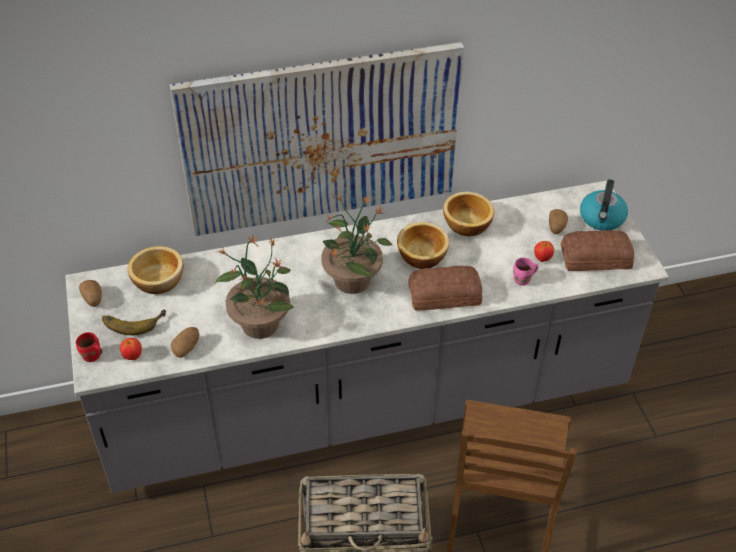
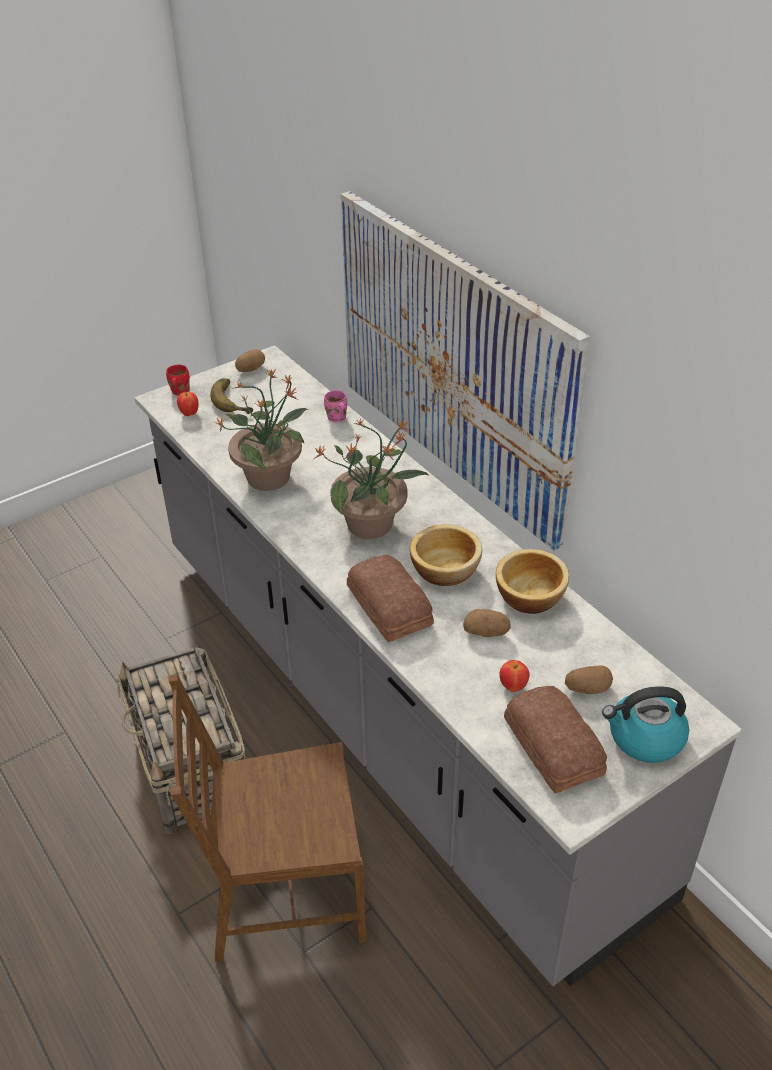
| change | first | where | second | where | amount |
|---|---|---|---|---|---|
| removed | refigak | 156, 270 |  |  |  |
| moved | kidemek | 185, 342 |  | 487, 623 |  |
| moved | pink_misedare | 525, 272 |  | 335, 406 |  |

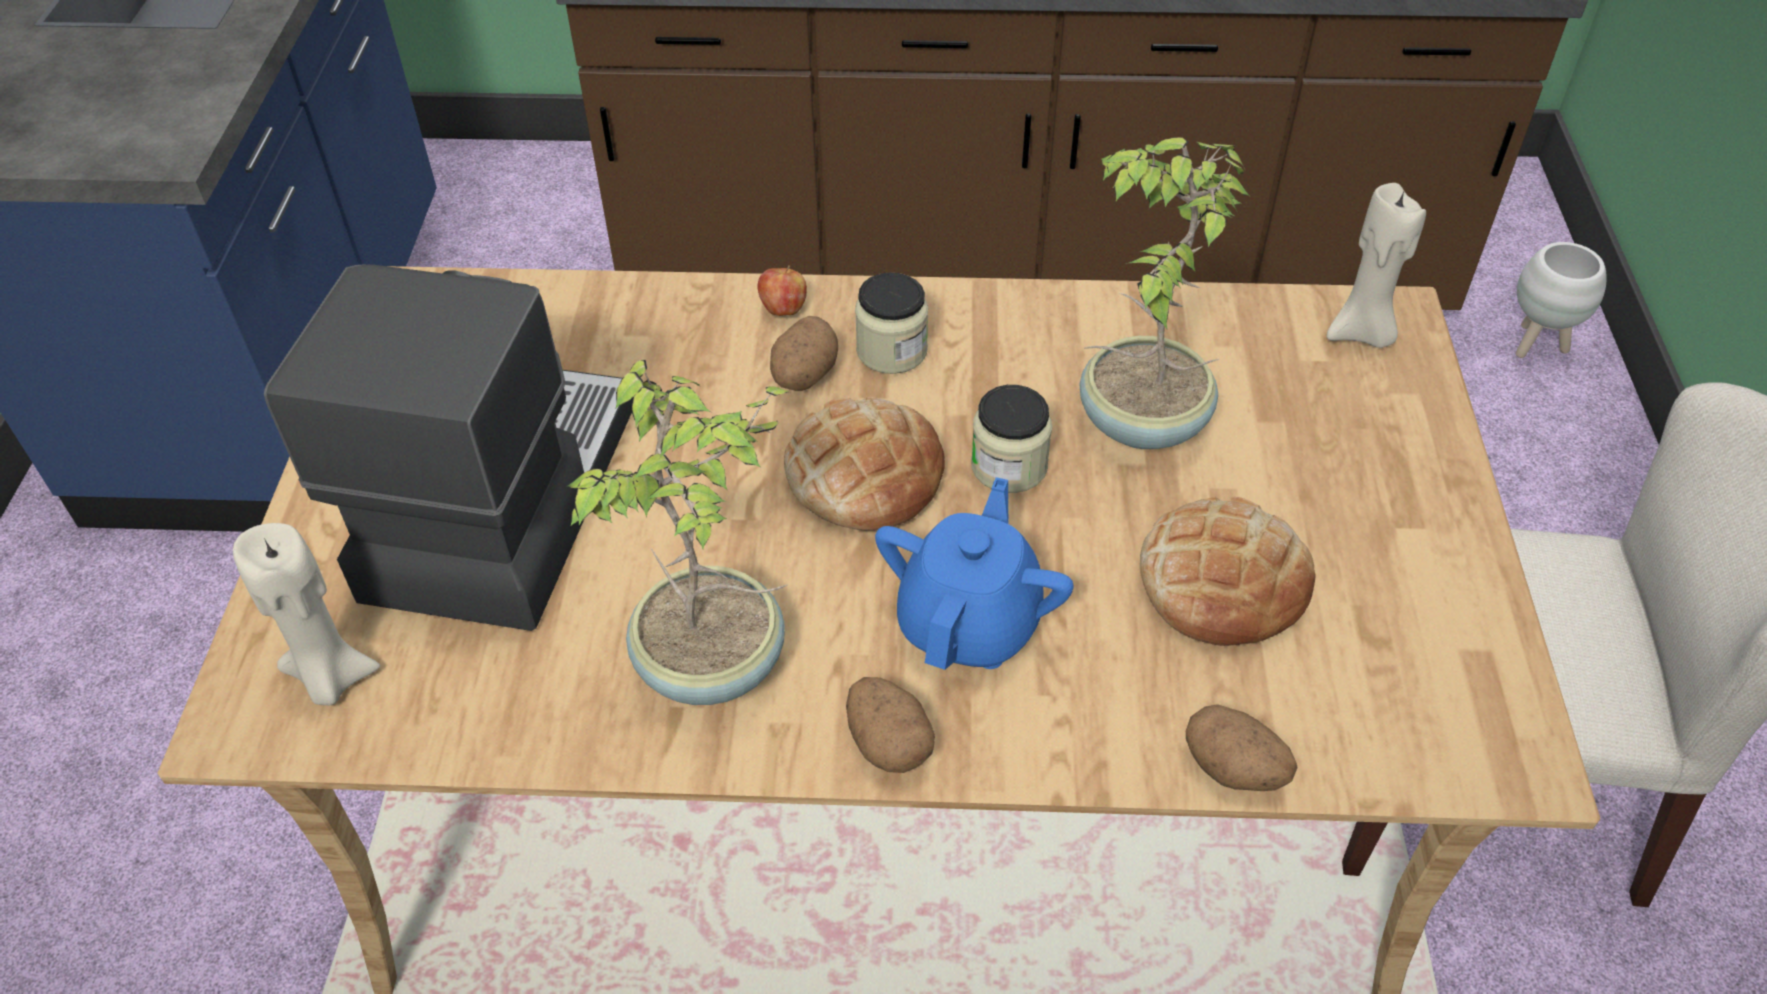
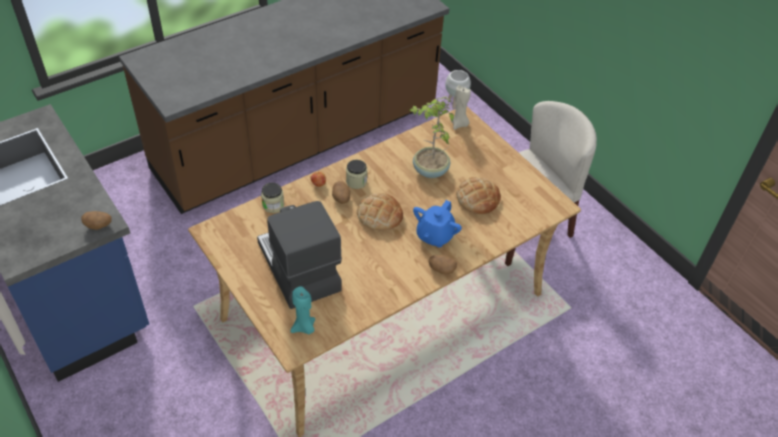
| change | first | where | second | where | amount |
|---|---|---|---|---|---|
| recoloured | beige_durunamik | 306, 614 | turquoise_durunamik | 303, 310 |  |
| removed | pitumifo | 678, 532 |  |  |  |
| turned | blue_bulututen | 974, 573 |  | 437, 224 | 135 degrees counterclockwise |
| moved | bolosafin | 1011, 439 |  | 272, 198 |  |
| moved | kidemek | 1242, 747 |  | 96, 220 |  |

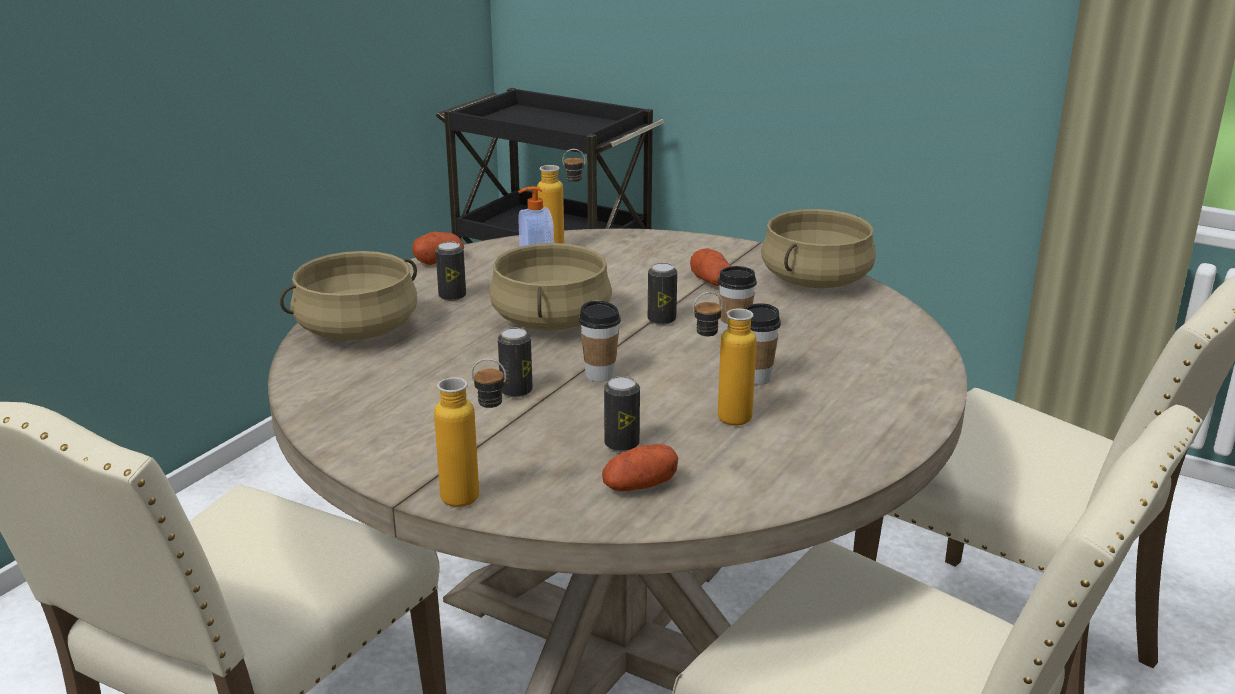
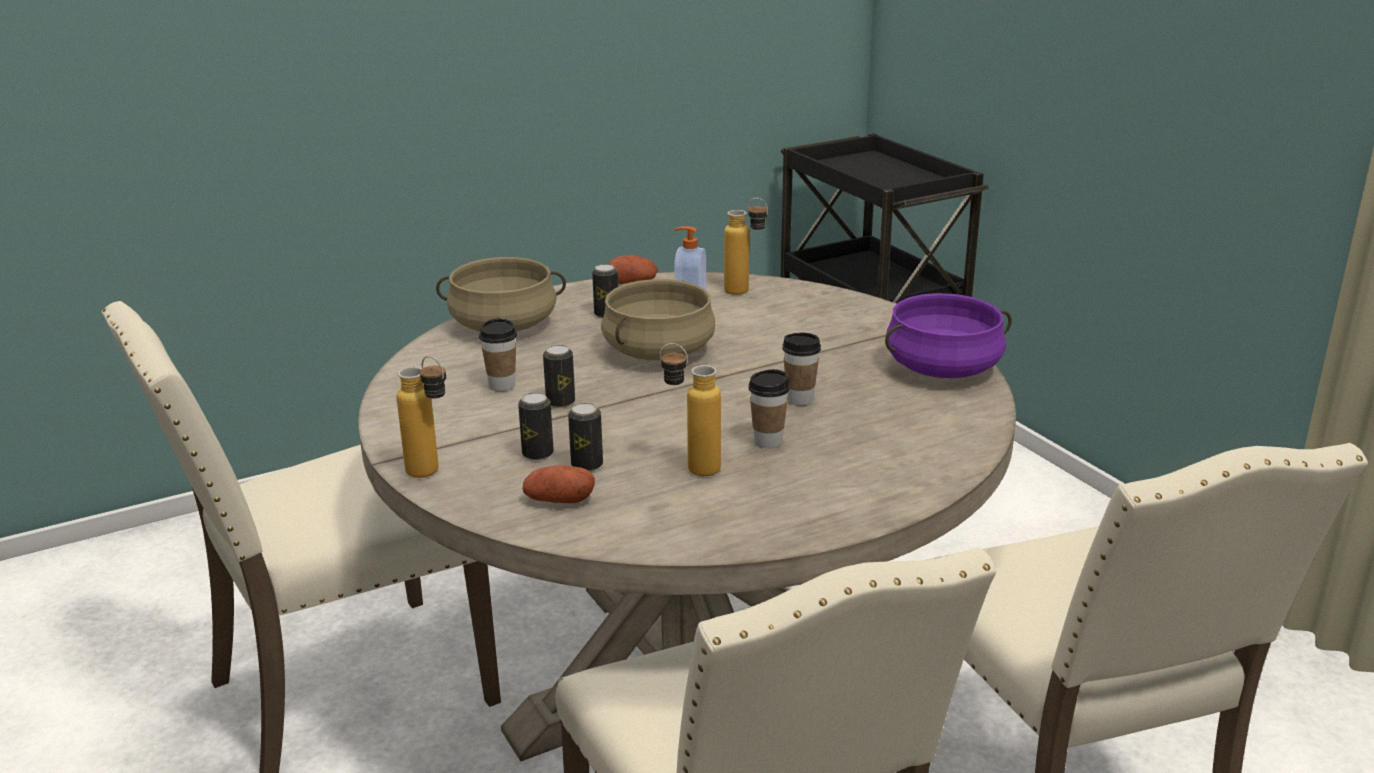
| change | first | where | second | where | amount |
|---|---|---|---|---|---|
| moved | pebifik | 600, 341 |  | 498, 354 |  |
| moved | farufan | 662, 294 |  | 536, 426 |  |
| removed | kidemek | 710, 267 |  |  |  |
| recoloured | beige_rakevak | 818, 248 | purple_rakevak | 948, 335 |  |

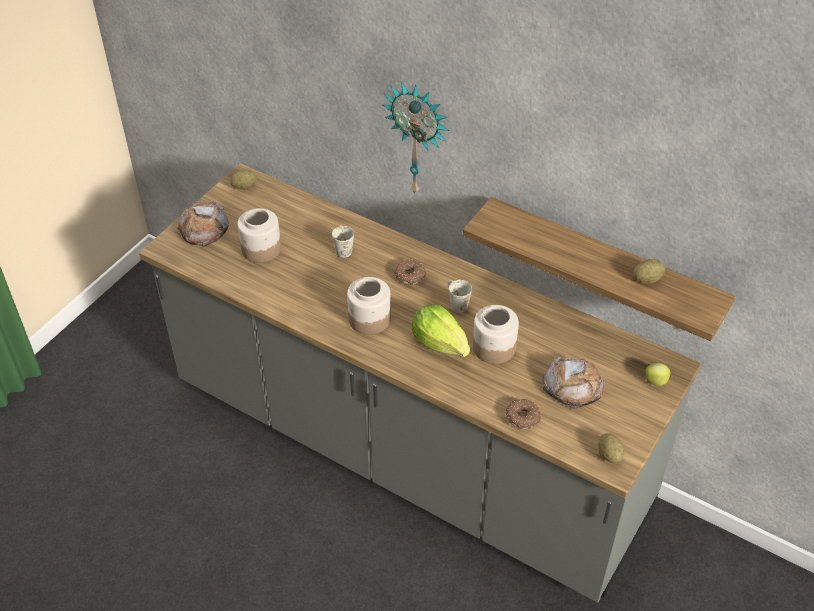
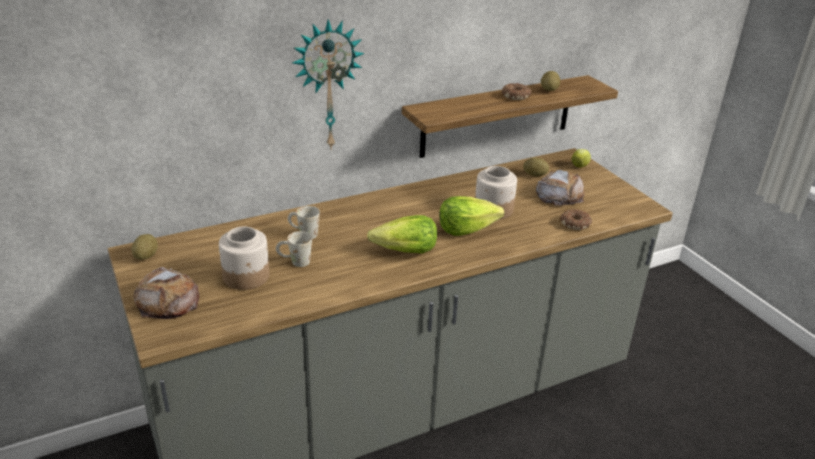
| change | first | where | second | where | amount |
|---|---|---|---|---|---|
| replaced | bolosafin | 369, 306 | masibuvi | 402, 234 |  |
| moved | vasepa | 410, 272 |  | 517, 91 |  |
| moved | white_misedare | 460, 296 |  | 294, 249 |  |
| moved | kidemek | 611, 448 |  | 536, 167 |  |

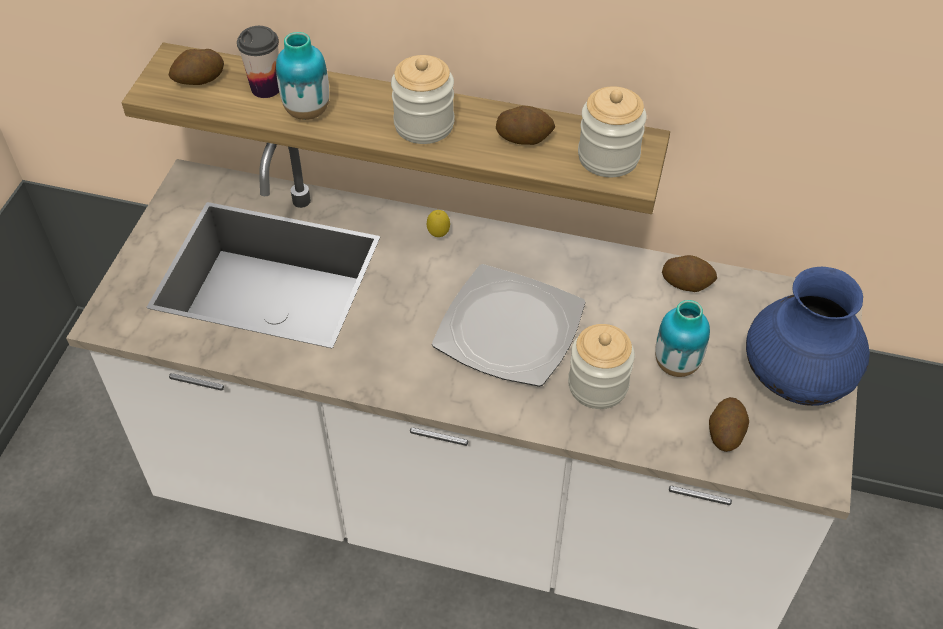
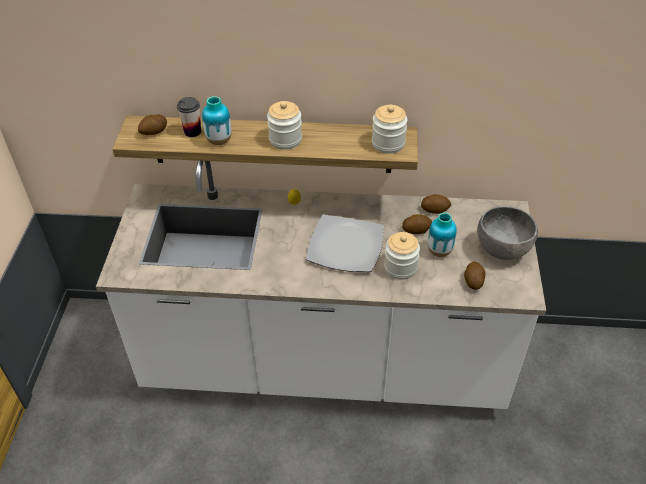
| change | first | where | second | where | amount |
|---|---|---|---|---|---|
| moved | kidemek | 525, 125 |  | 417, 224 |  |
| replaced | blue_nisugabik | 808, 336 | grey_refigak | 507, 233 |  |

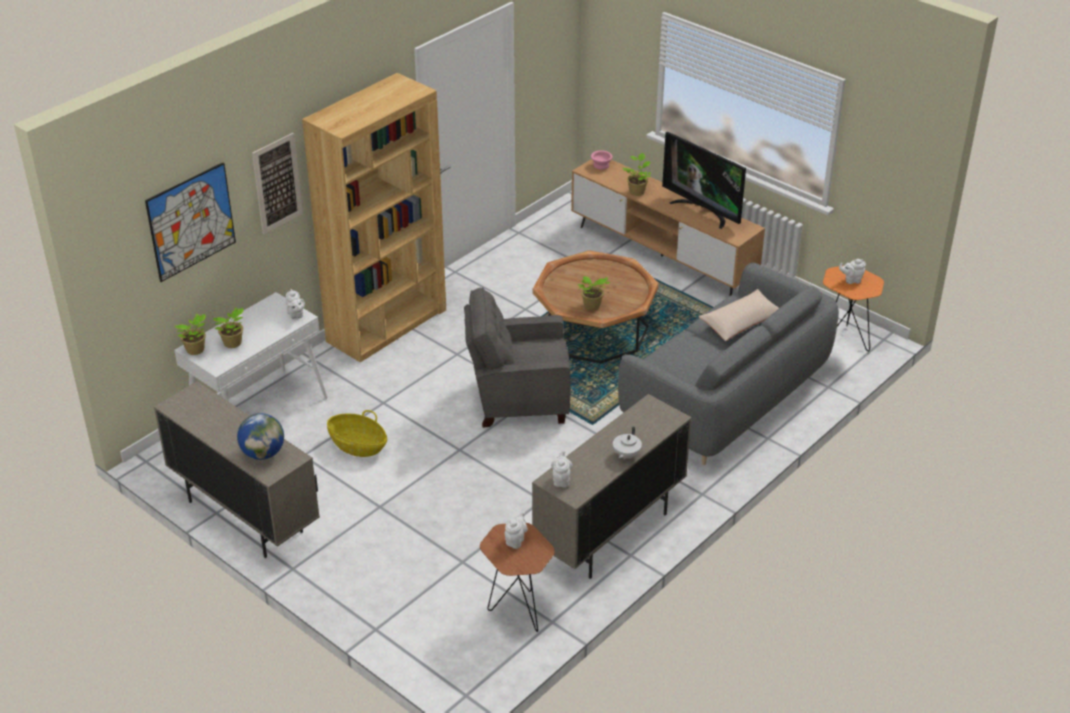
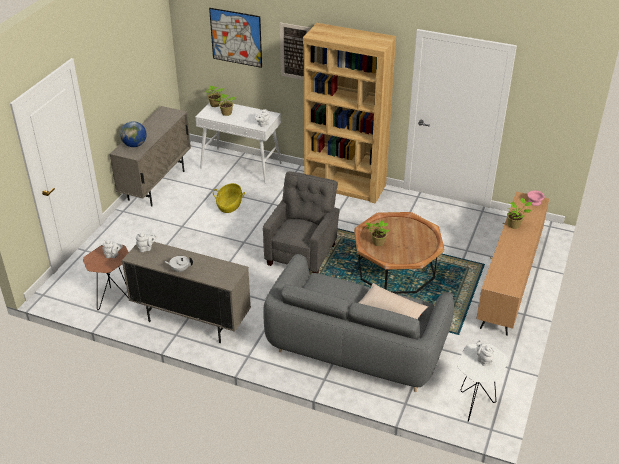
| change | first | where | second | where | amount |
|---|---|---|---|---|---|
| turned | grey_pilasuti | 517, 357 |  | 301, 222 | 45 degrees clockwise |
| removed | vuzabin | 704, 180 |  |  |  |
| recoloured | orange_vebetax | 853, 308 | white_vebetax | 482, 382 |  |

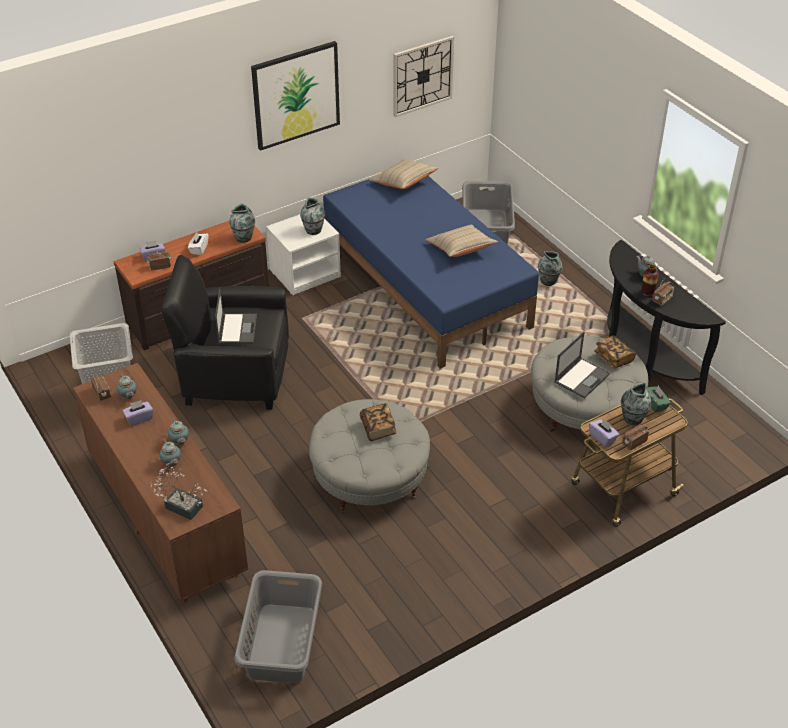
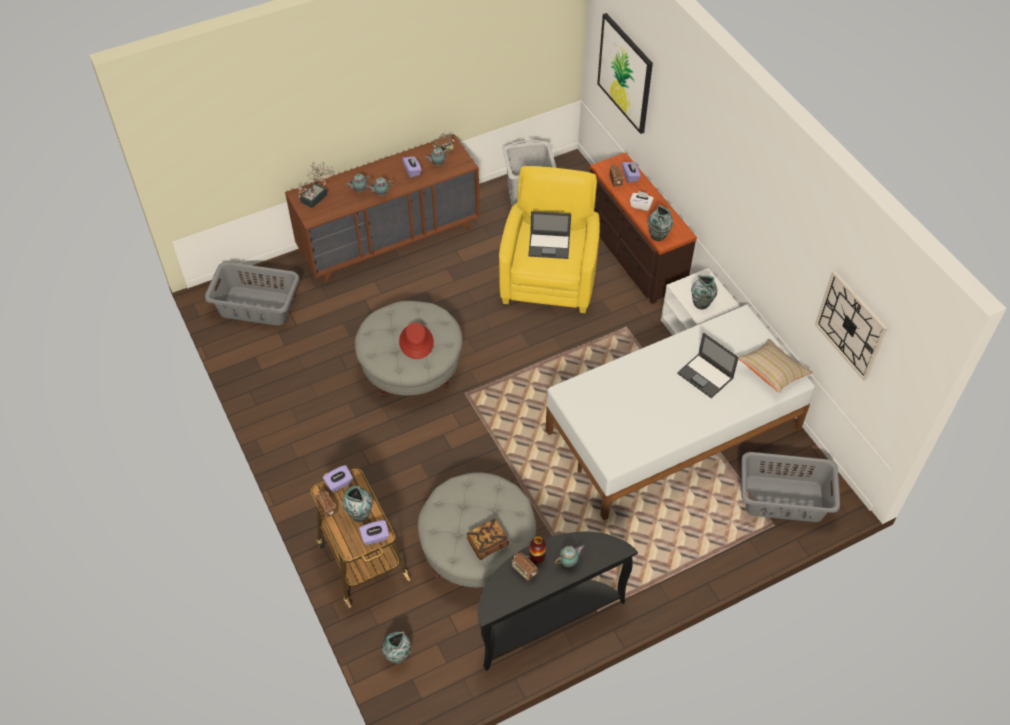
| change | first | where | second | where | amount |
|---|---|---|---|---|---|
| recoloured | black_pilasuti | 225, 332 | yellow_pilasuti | 549, 239 |  |
| moved | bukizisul | 295, 96 |  | 625, 73 |  |
| recoloured | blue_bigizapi | 431, 272 | white_bigizapi | 680, 412 |  |
| replaced | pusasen | 378, 422 | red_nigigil | 416, 340 |  |
| removed | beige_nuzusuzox | 461, 241 |  |  |  |
| moved | nisugabik | 550, 268 |  | 396, 647 |  |
| moved | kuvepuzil | 582, 365 |  | 708, 365 |  |
| recoloured | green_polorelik | 659, 399 | purple_polorelik | 374, 532 |  |

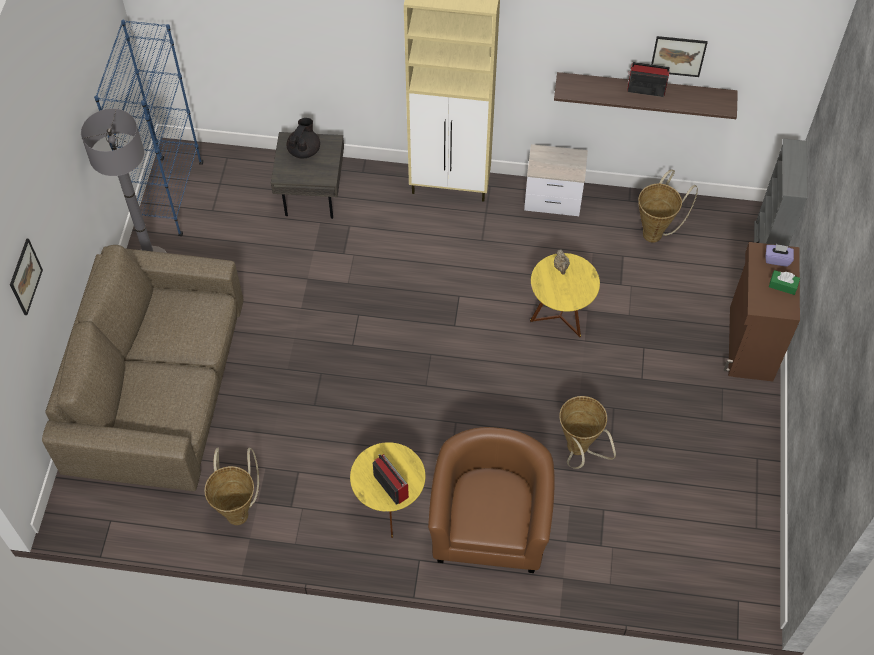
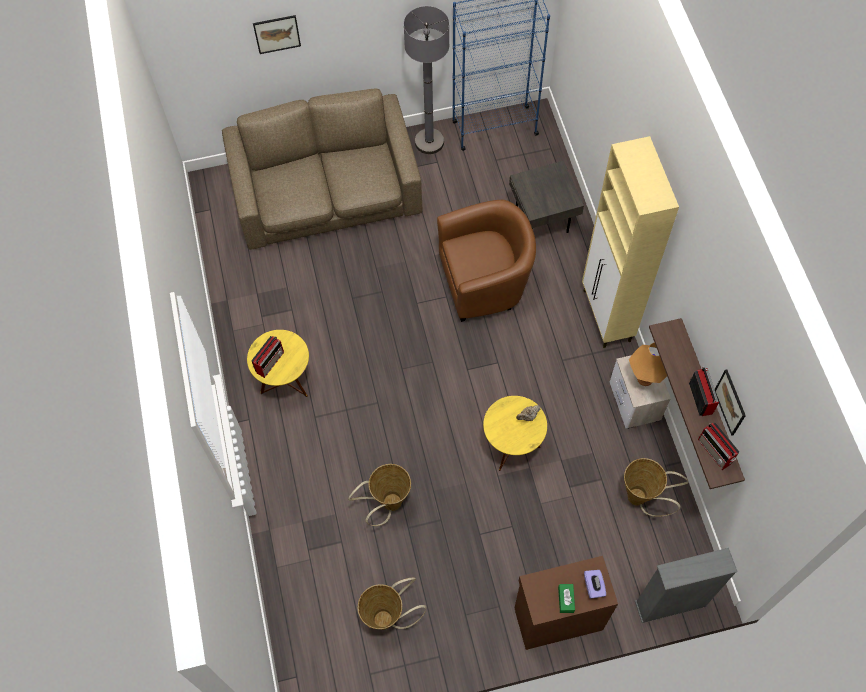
| change | first | where | second | where | amount |
|---|---|---|---|---|---|
| moved | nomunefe | 231, 486 |  | 392, 603 |  |
| removed | black_bulututen | 303, 138 |  |  |  |
| moved | brown_pilasuti | 491, 500 |  | 486, 261 |  |
| added |  |  | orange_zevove | 648, 364 |  |
| added |  |  | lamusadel | 718, 446 |  |

